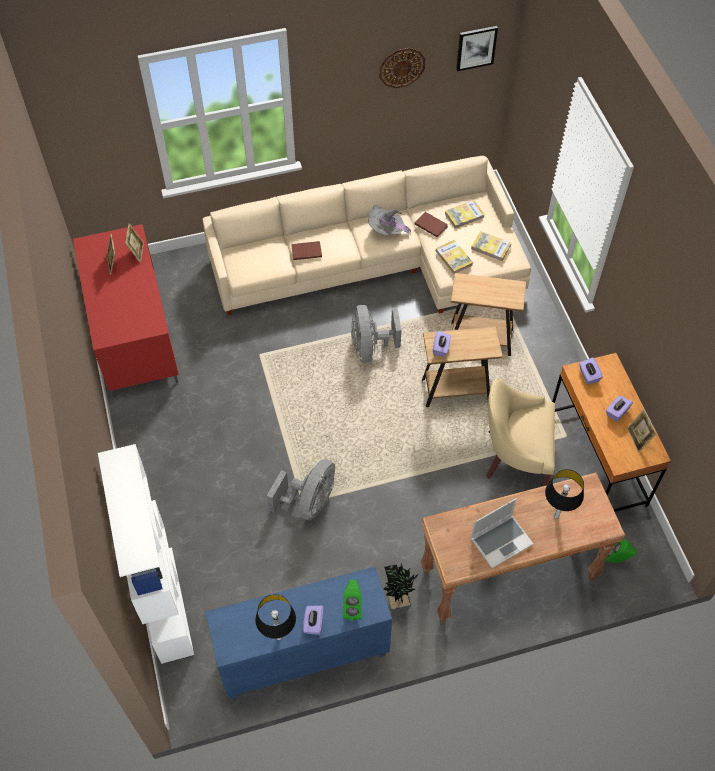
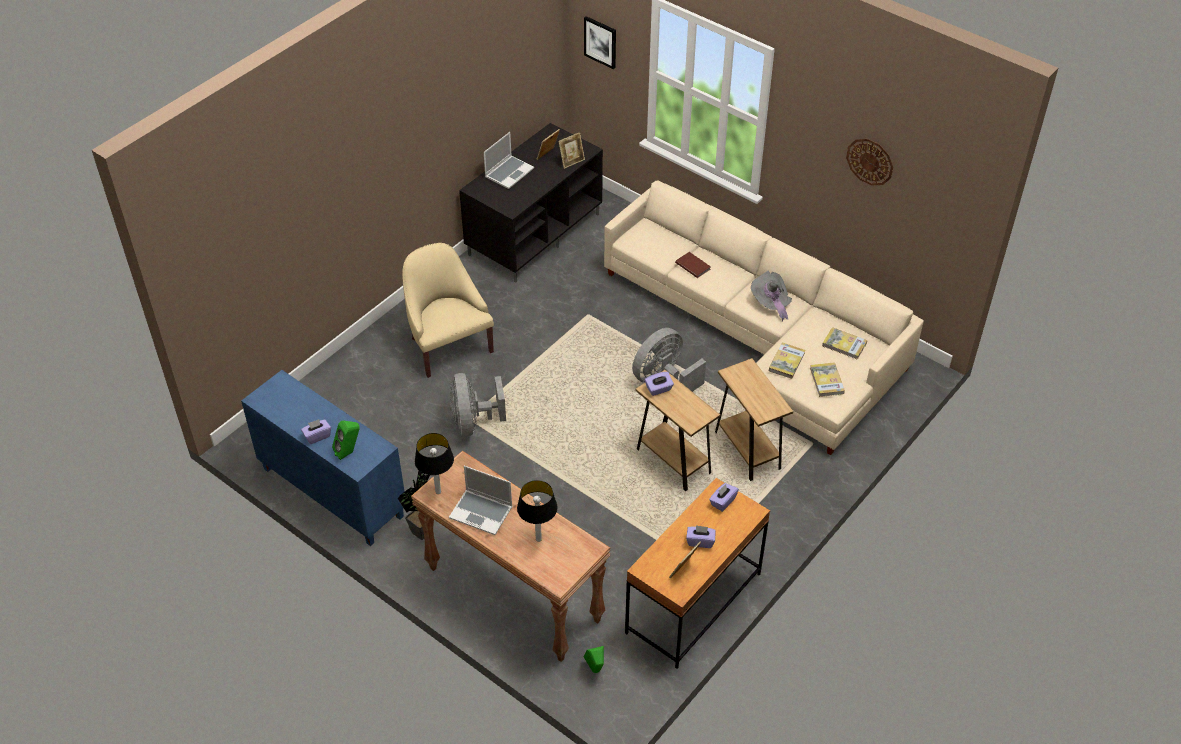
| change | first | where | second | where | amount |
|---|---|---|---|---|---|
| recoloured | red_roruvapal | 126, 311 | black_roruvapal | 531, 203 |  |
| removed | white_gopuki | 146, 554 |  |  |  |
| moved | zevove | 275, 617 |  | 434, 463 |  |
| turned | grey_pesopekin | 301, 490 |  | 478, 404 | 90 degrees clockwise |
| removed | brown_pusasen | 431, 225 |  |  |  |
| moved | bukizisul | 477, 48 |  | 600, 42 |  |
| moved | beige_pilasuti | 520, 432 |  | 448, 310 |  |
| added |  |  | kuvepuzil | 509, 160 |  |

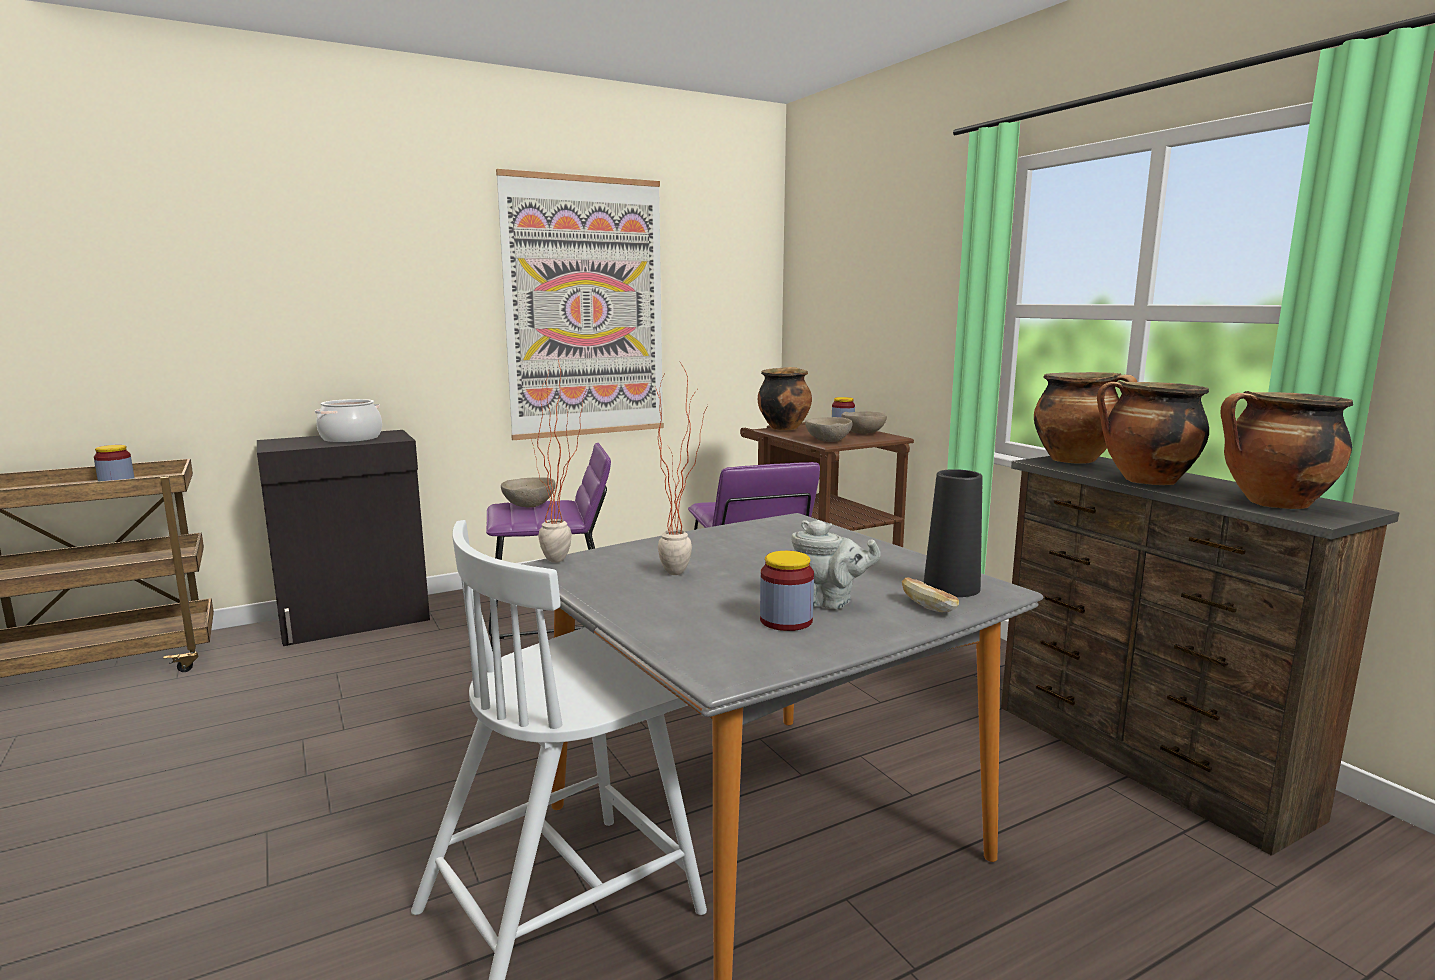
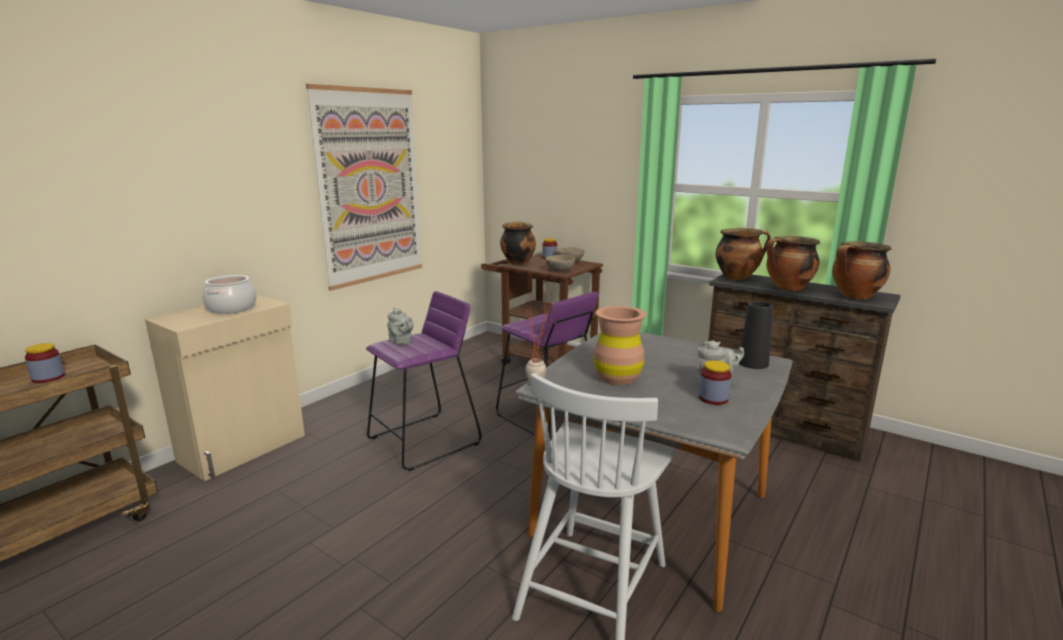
| change | first | where | second | where | amount |
|---|---|---|---|---|---|
| recoloured | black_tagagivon | 343, 538 | beige_tagagivon | 225, 387 |  |
| replaced | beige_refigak | 528, 492 | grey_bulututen | 400, 326 |  |
| replaced | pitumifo | 682, 468 | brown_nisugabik | 619, 345 |  |
| removed | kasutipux | 930, 595 |  |  |  |

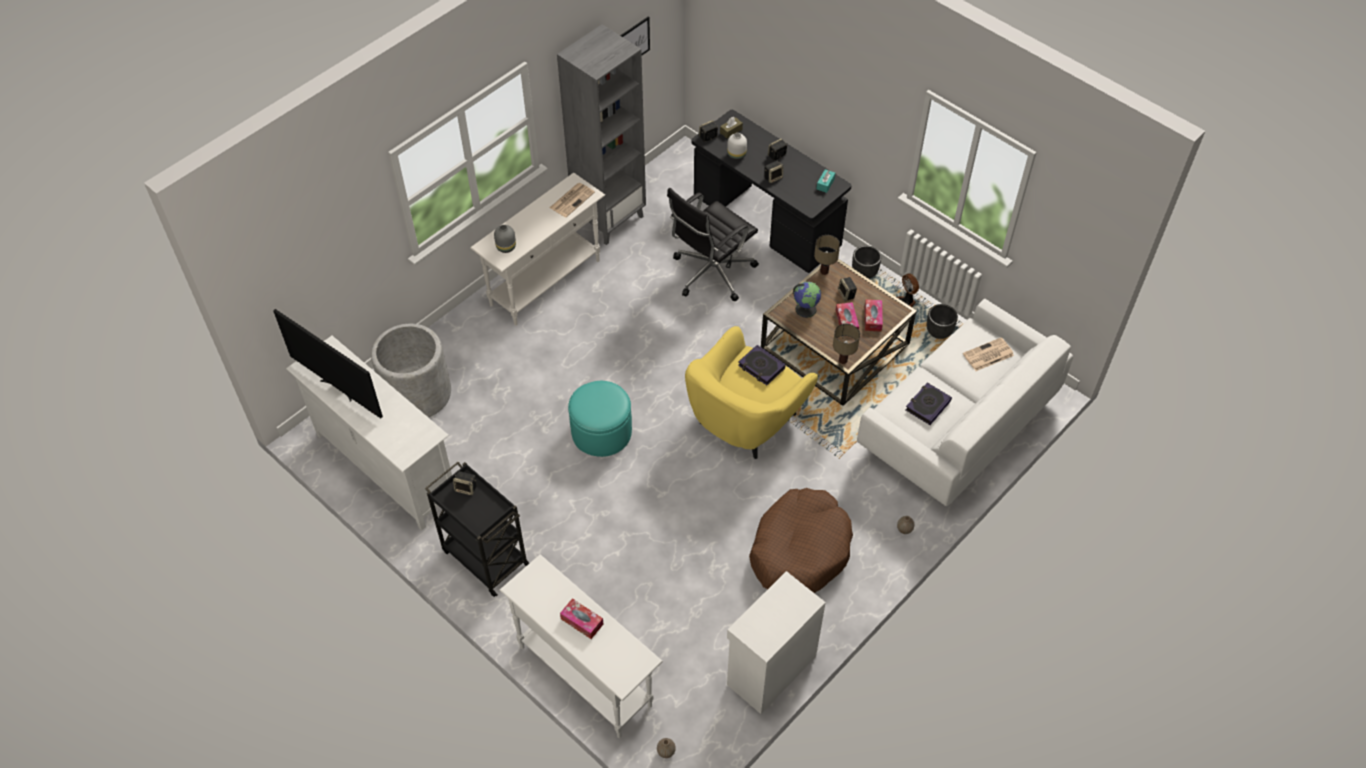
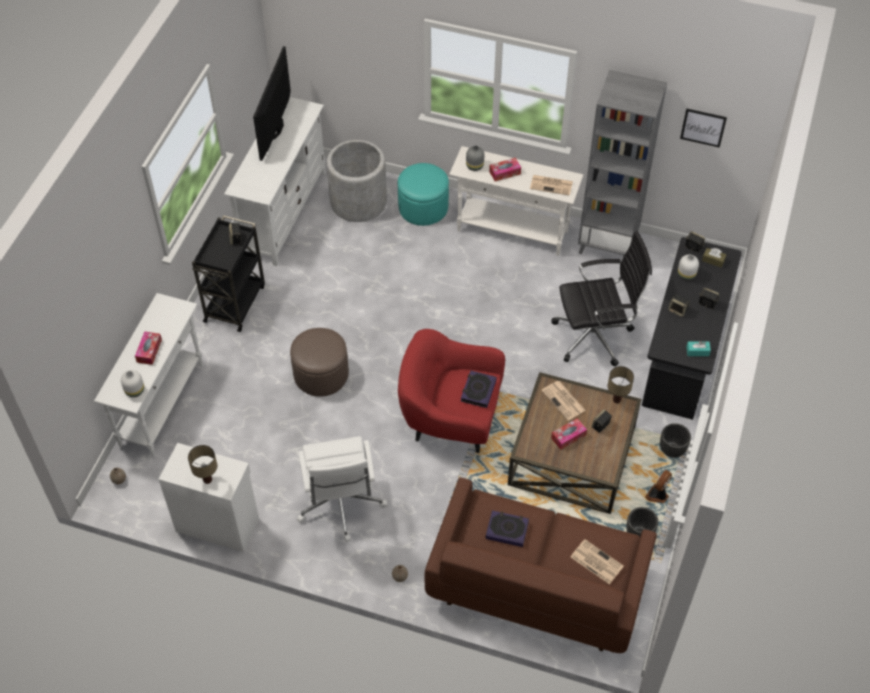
| change | first | where | second | where | amount |
|---|---|---|---|---|---|
| moved | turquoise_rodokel | 600, 419 |  | 423, 194 |  |
| turned | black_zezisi | 713, 245 |  | 601, 299 | 150 degrees clockwise |
| recoloured | yellow_pilasuti | 751, 392 | red_pilasuti | 451, 391 |  |
| replaced | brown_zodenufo | 801, 540 | white_zezisi | 342, 489 |  |
| replaced | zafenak | 807, 300 | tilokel | 563, 401 |  |
| moved | zevove | 846, 344 |  | 202, 464 |  |
| recoloured | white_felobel | 965, 402 | brown_felobel | 541, 565 |  |
| moved | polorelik | 874, 315 |  | 505, 169 |  |
| added |  |  | white_nisugabik | 132, 383 |  |
| added |  |  | brown_rodokel | 319, 362 |  |

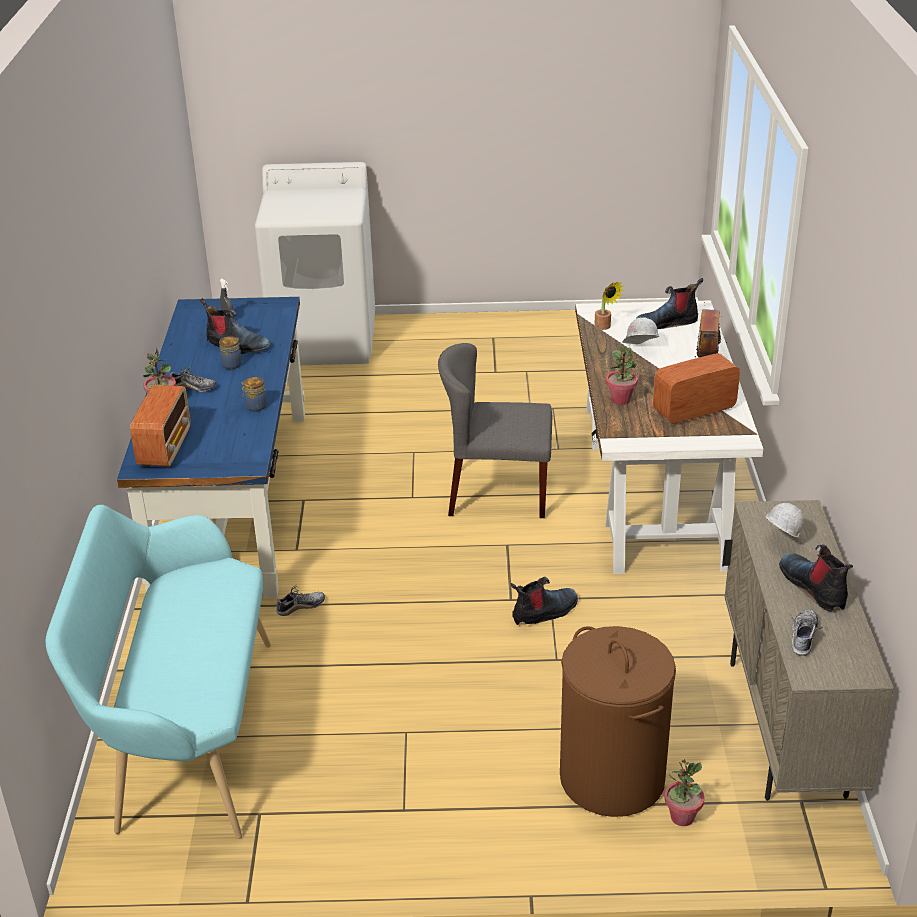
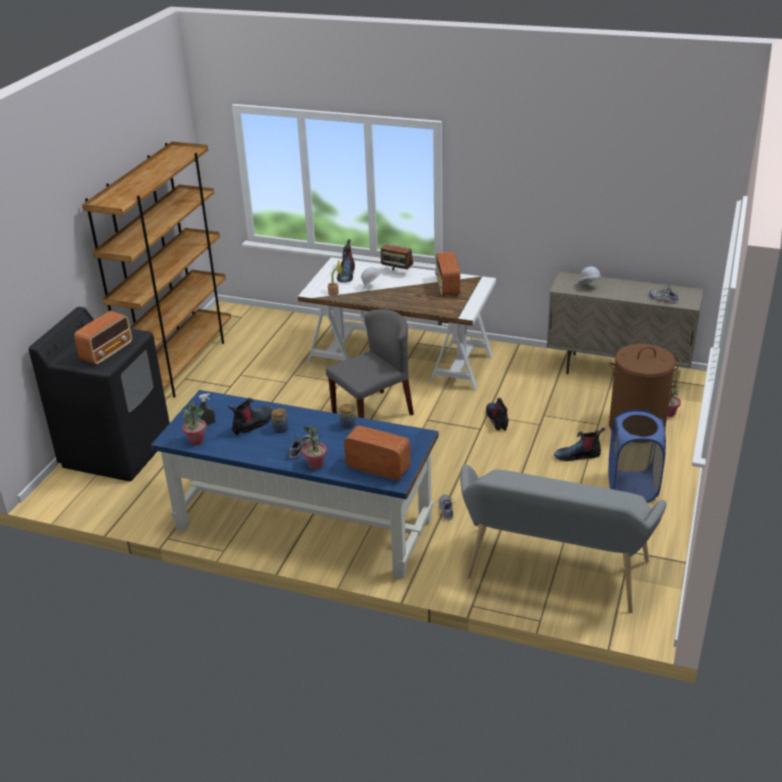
| change | first | where | second | where | amount |
|---|---|---|---|---|---|
| recoloured | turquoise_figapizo | 158, 672 | grey_figapizo | 563, 538 |  |
| recoloured | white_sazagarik | 315, 263 | black_sazagarik | 99, 394 |  |
| turned | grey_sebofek | 495, 430 |  | 370, 363 | 150 degrees counterclockwise |
| moved | pitumifo | 622, 375 |  | 194, 423 |  |
| moved | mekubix | 816, 578 |  | 579, 444 |  |
| added |  |  | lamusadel | 103, 338 |  |
| added |  |  | brown_gopuki | 156, 269 |  |
| added |  |  | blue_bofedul | 637, 456 |  |

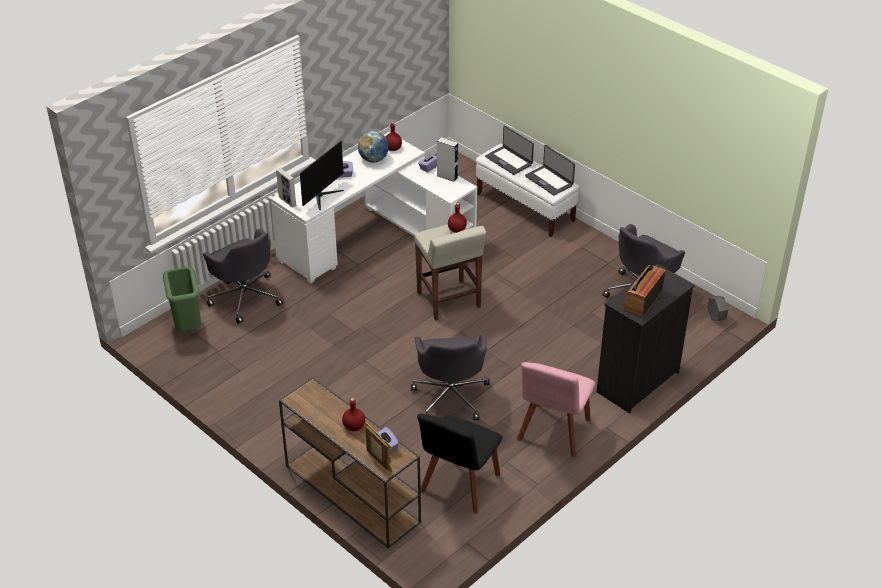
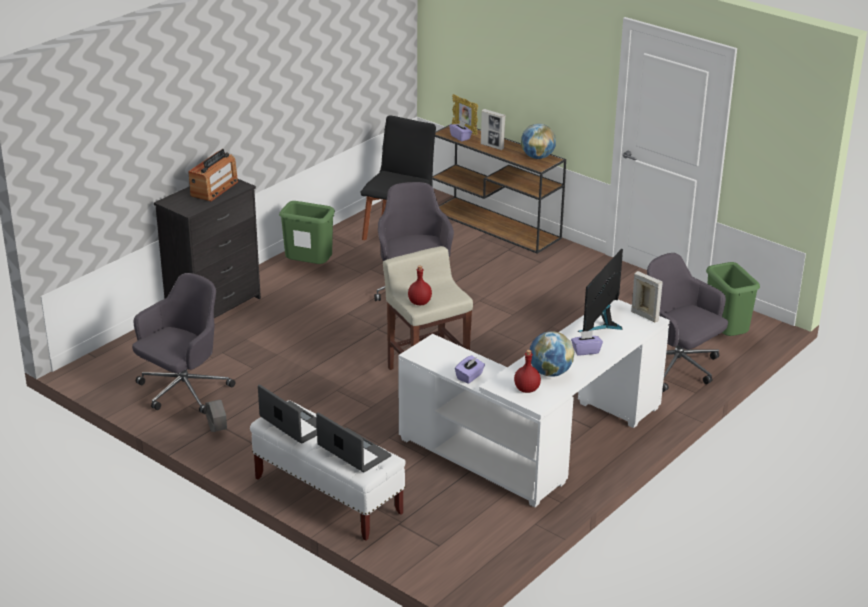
| change | first | where | second | where | amount |
|---|---|---|---|---|---|
| replaced | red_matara | 353, 414 | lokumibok | 493, 129 |  |
| removed | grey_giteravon | 447, 159 |  |  |  |
| replaced | pink_sebofek | 556, 409 | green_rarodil | 307, 232 |  |
| moved | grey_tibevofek | 717, 308 |  | 216, 416 |  |
| added |  |  | zafenak | 538, 141 |  |

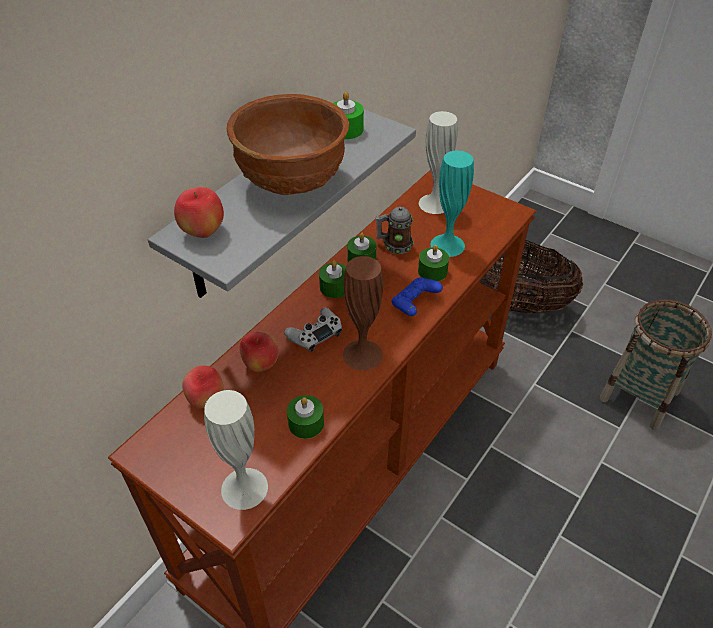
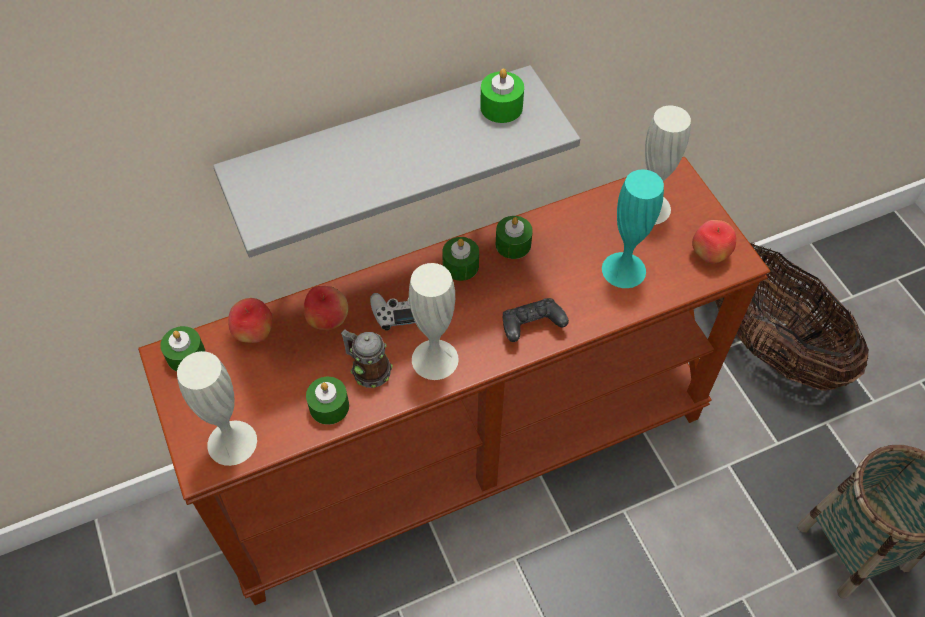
| change | first | where | second | where | amount |
|---|---|---|---|---|---|
| moved | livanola | 199, 212 |  | 714, 242 |  |
| removed | brown_refigak | 288, 144 |  |  |  |
| recoloured | brown_nisugabik | 363, 313 | white_nisugabik | 434, 321 |  |
| moved | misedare | 395, 230 |  | 367, 358 |  |
| recoloured | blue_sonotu | 417, 296 | black_sonotu | 536, 320 |  |
| moved | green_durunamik | 433, 263 |  | 183, 349 |  |

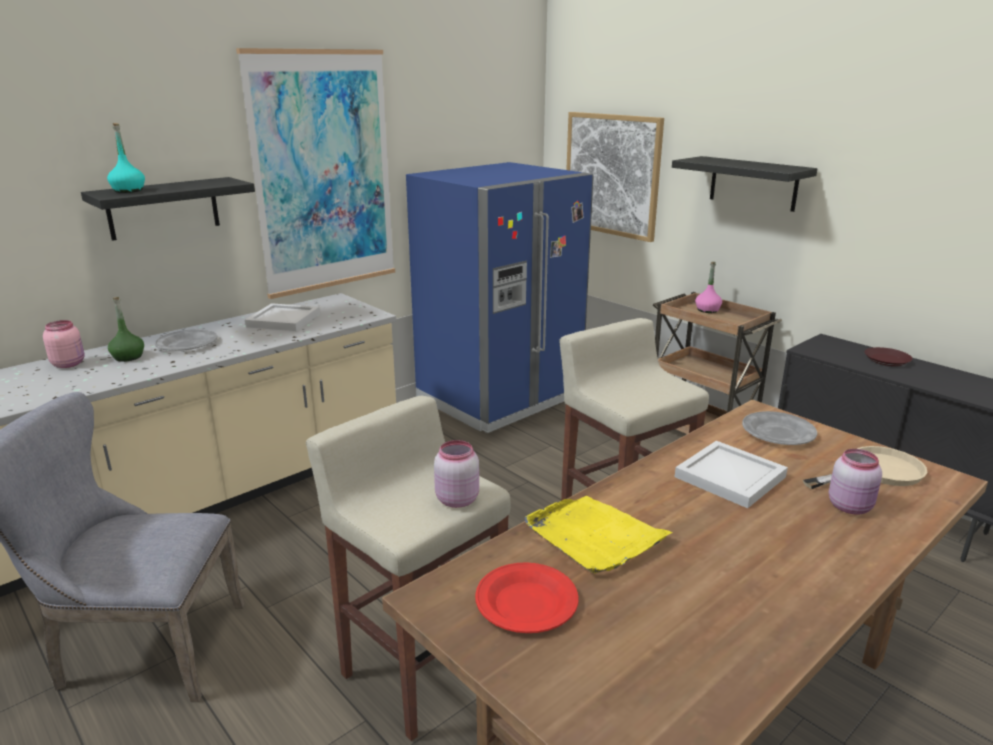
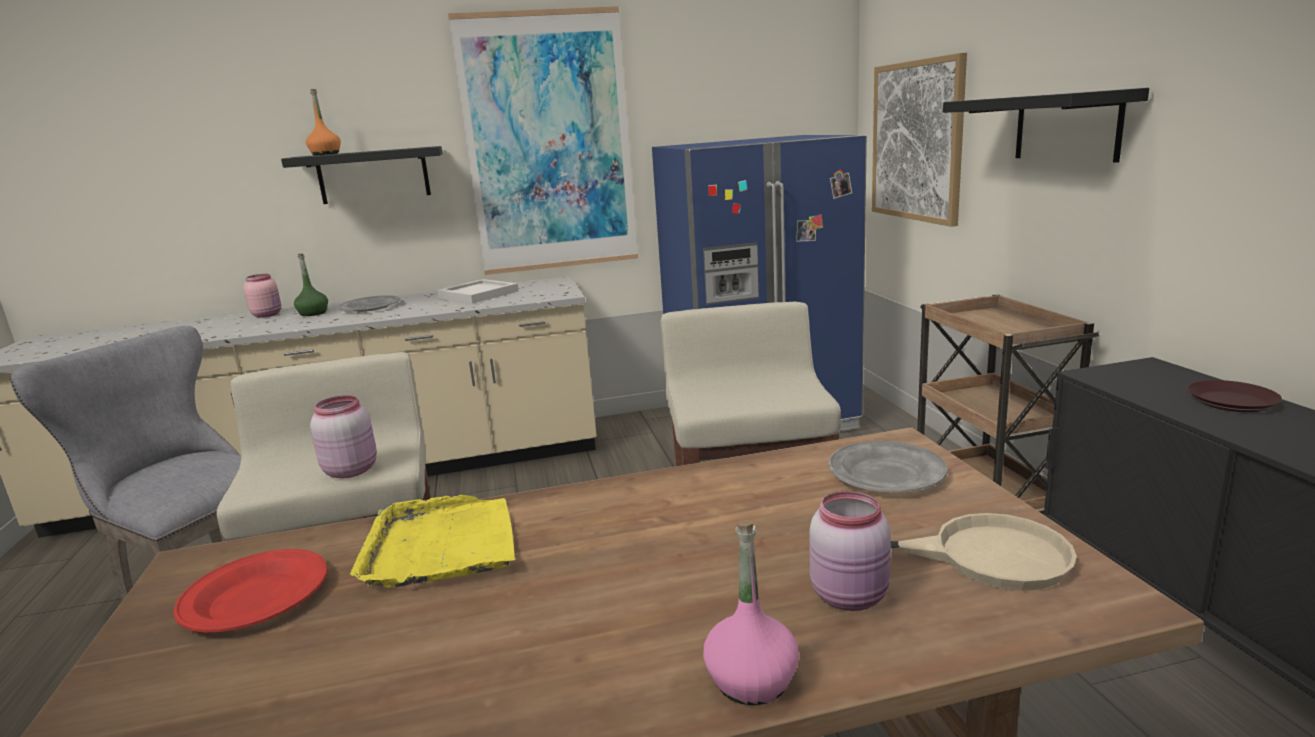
| change | first | where | second | where | amount |
|---|---|---|---|---|---|
| recoloured | turquoise_matara | 126, 158 | orange_matara | 323, 122 |  |
| removed | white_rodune | 731, 474 |  |  |  |
| moved | pink_matara | 708, 287 |  | 751, 612 |  |

